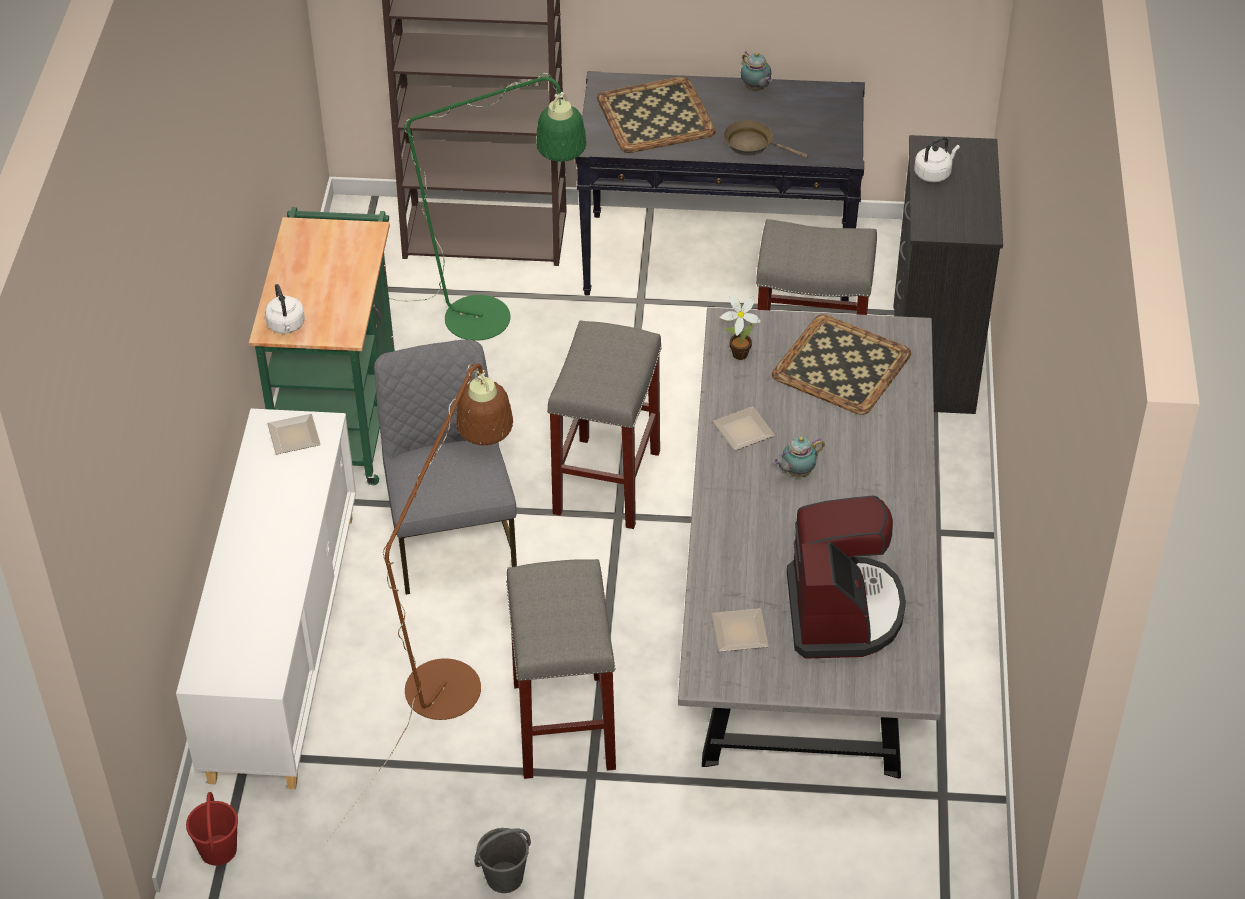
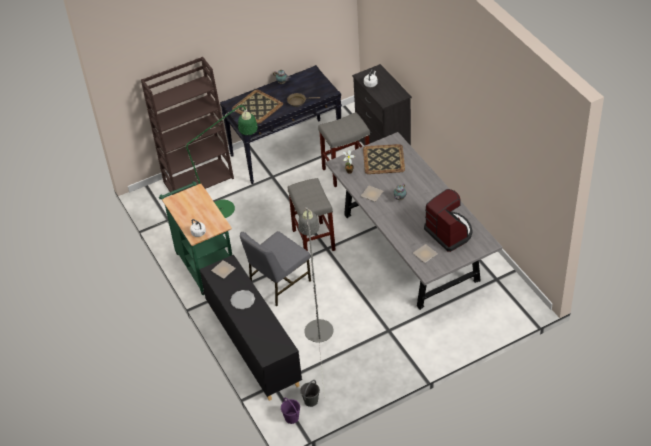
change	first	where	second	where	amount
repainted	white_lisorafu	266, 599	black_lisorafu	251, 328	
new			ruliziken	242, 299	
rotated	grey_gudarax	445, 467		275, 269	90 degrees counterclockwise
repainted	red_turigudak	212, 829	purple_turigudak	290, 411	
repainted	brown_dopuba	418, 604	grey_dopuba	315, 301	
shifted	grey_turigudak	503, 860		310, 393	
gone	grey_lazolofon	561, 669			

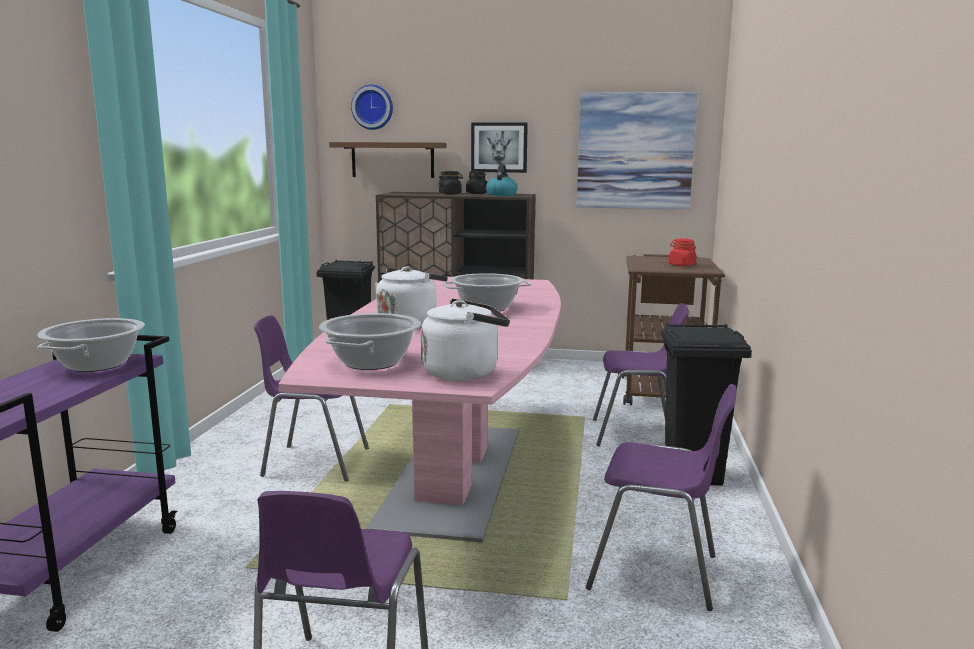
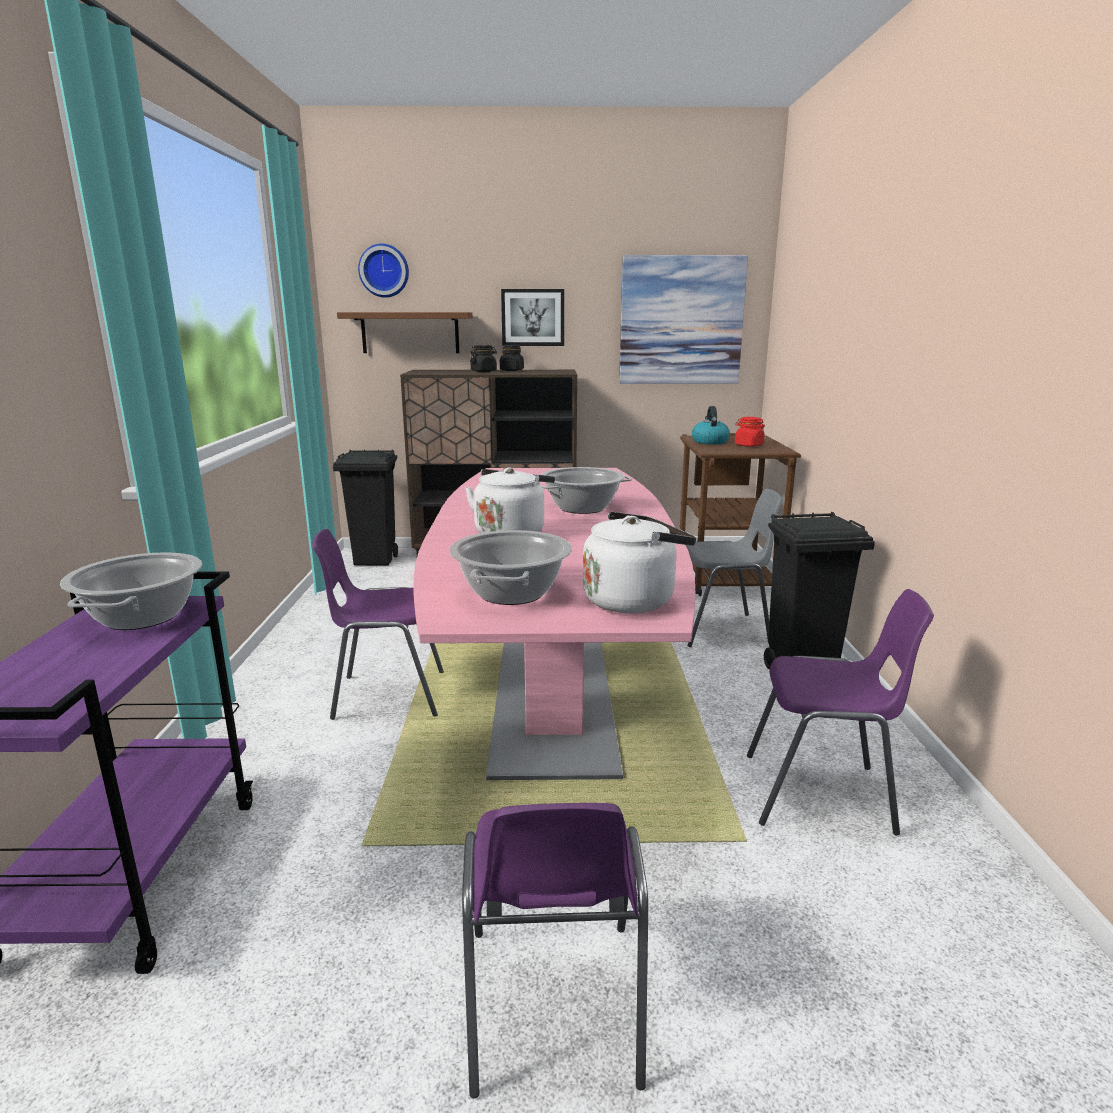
change	first	where	second	where	amount
repainted	purple_gudarax	641, 374	grey_gudarax	734, 568	
shifted	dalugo	502, 180		711, 425	

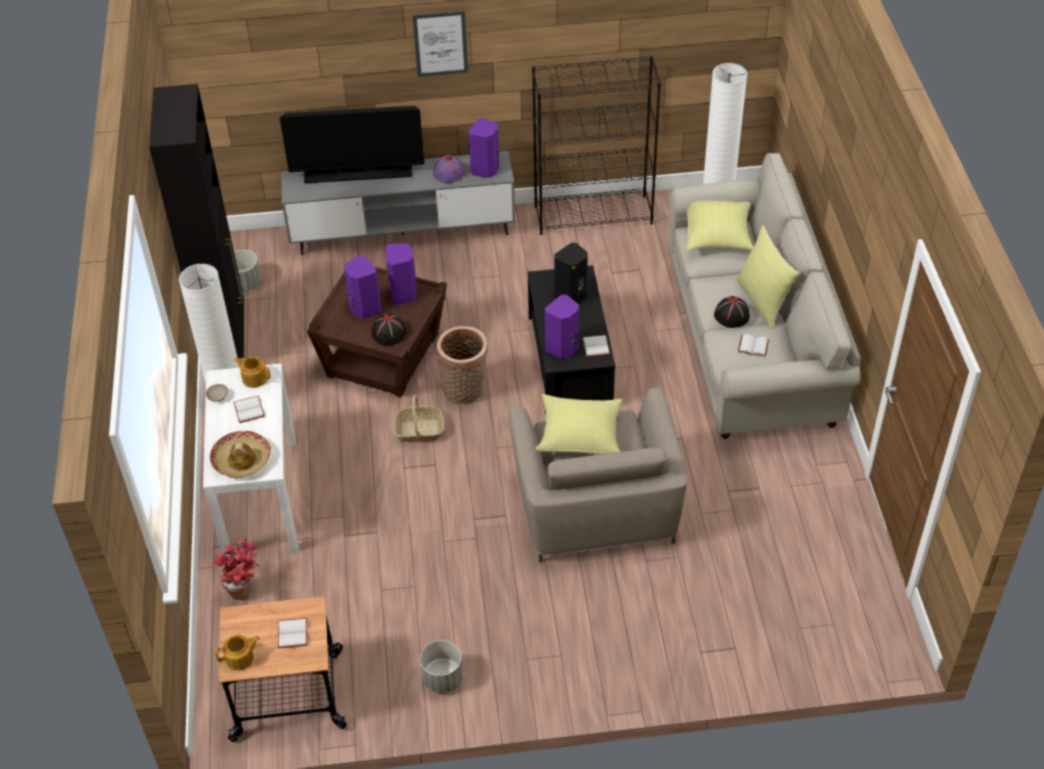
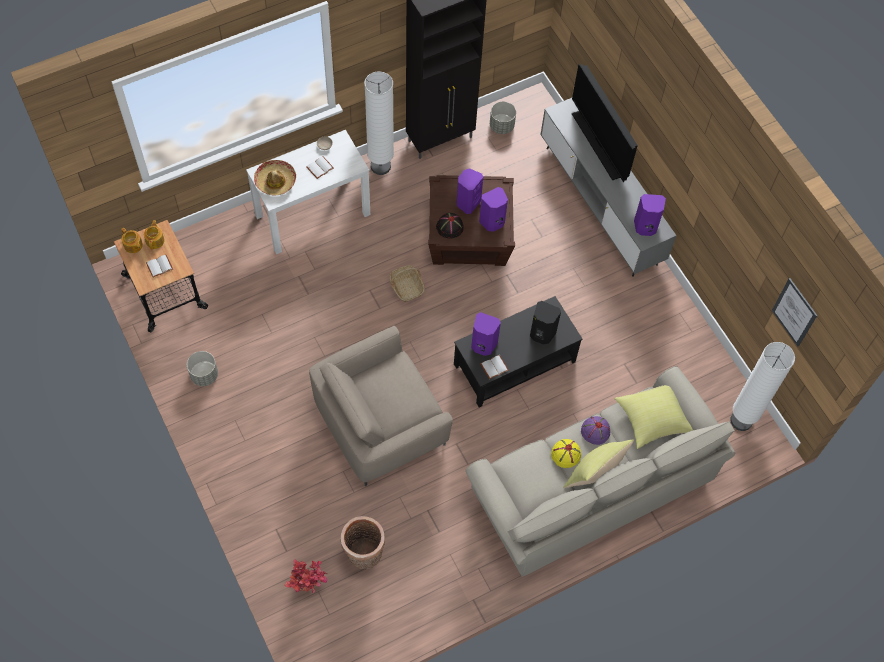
change	first	where	second	where	amount
shifted	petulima	252, 372		154, 235	
shifted	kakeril	235, 569		305, 576	
shifted	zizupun	462, 365		363, 542	
repainted	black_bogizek	732, 312	yellow_bogizek	566, 453	
shifted	purple_bogizek	449, 169		595, 430	
shifted	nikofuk	440, 43		794, 312	
gone	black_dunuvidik	596, 145			
gone	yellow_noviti	579, 424			
gone	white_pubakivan	753, 345			

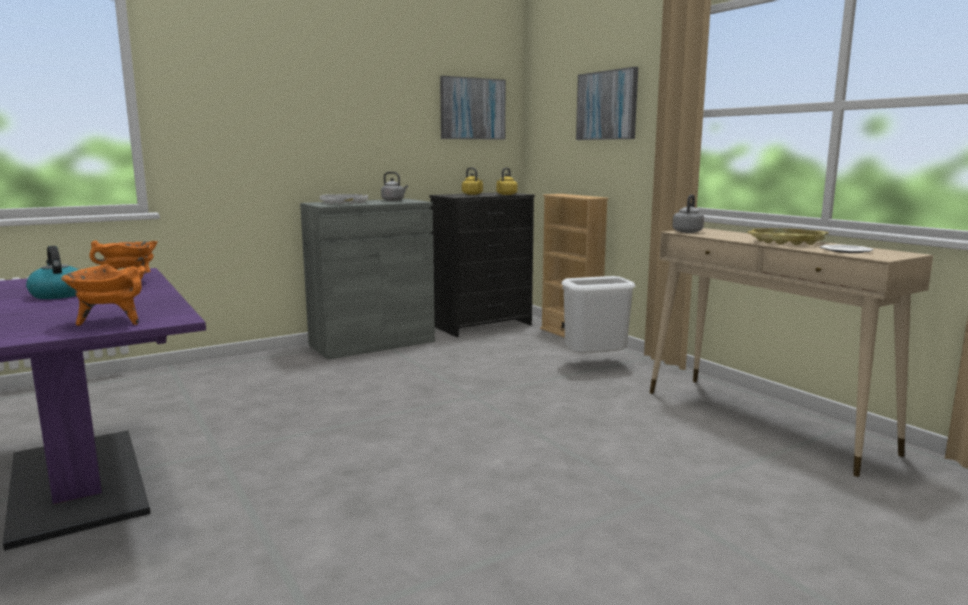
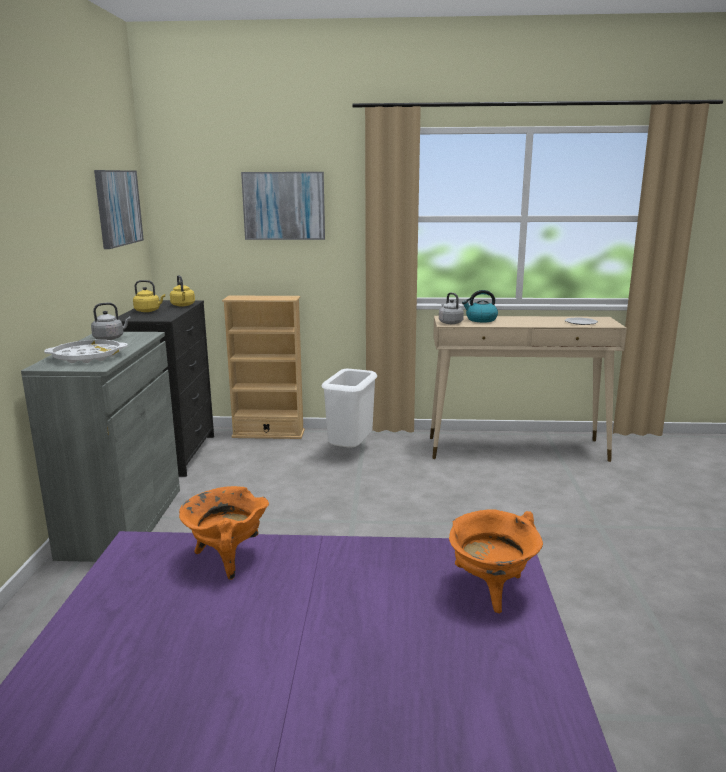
change	first	where	second	where	amount
shifted	dalugo	52, 272		480, 306	
gone	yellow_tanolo	788, 236			

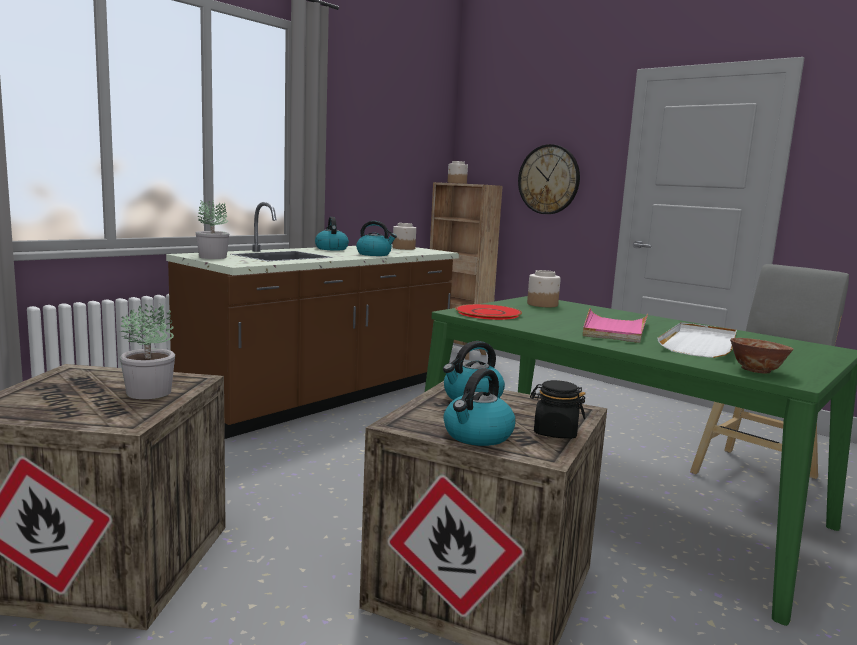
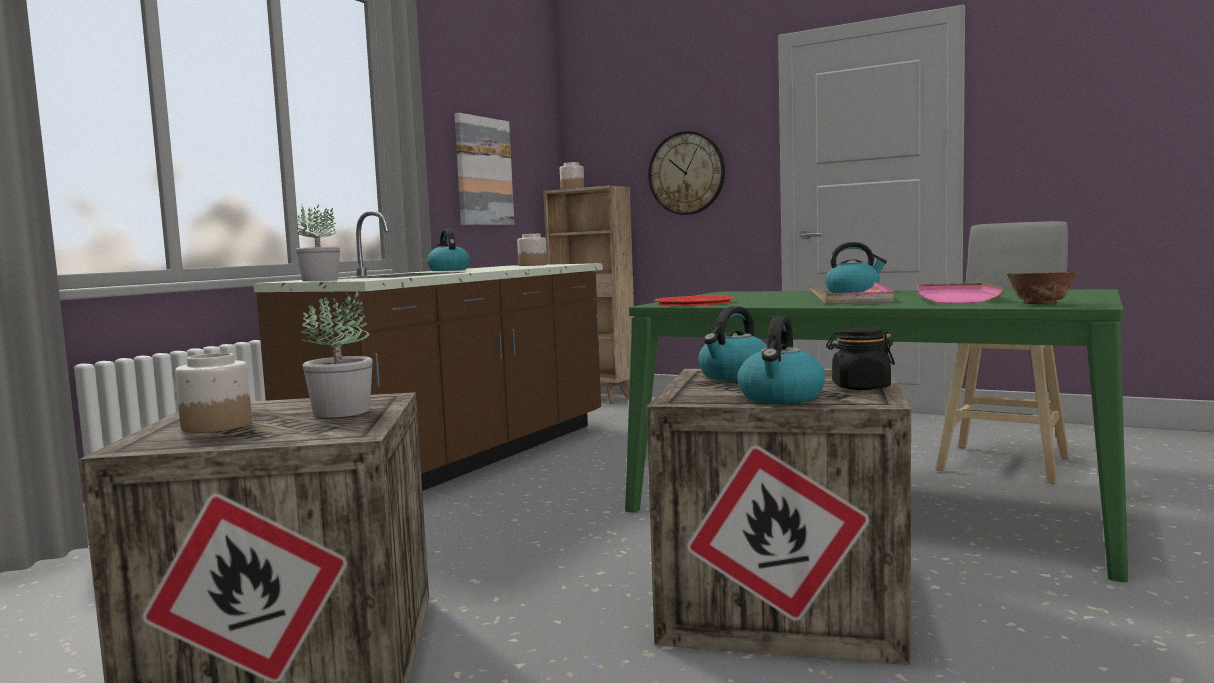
change	first	where	second	where	amount
shifted	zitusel	544, 288		213, 393	
new			nikofuk	484, 169	
shifted	dalugo	376, 238		856, 267	
repainted	white_tanolo	697, 340	pink_tanolo	961, 293	

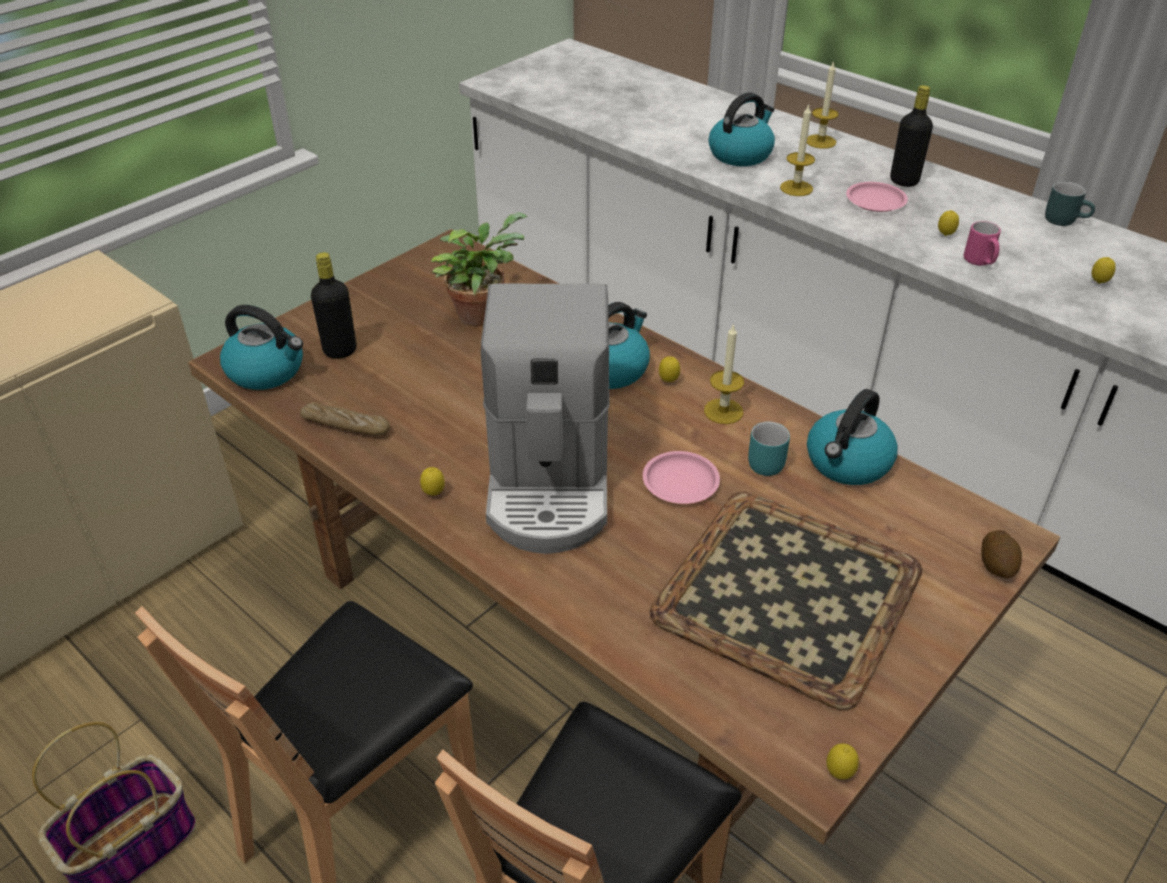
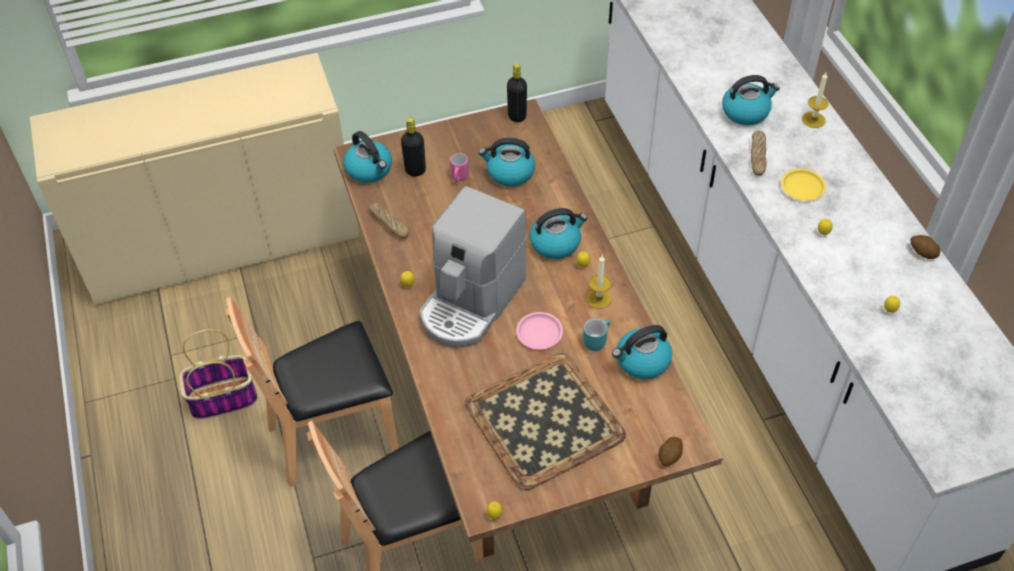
change	first	where	second	where	amount
shifted	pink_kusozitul	982, 243		459, 167	
swapped	kakeril	479, 269	dalugo	507, 162	
shifted	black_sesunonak	911, 136		517, 92	
swapped	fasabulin	797, 150	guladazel	759, 153	
repainted	pink_ruliziken	877, 197	yellow_ruliziken	803, 185	
swapped	turquoise_kusozitul	1070, 203	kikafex	925, 247	

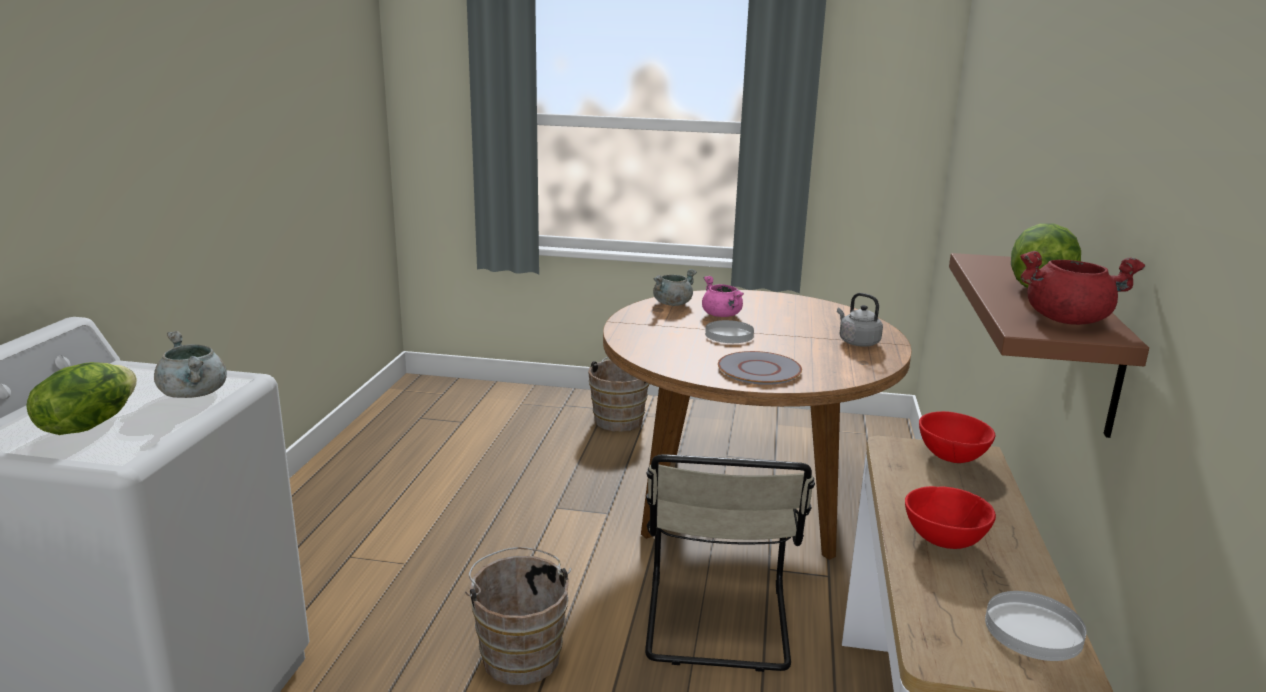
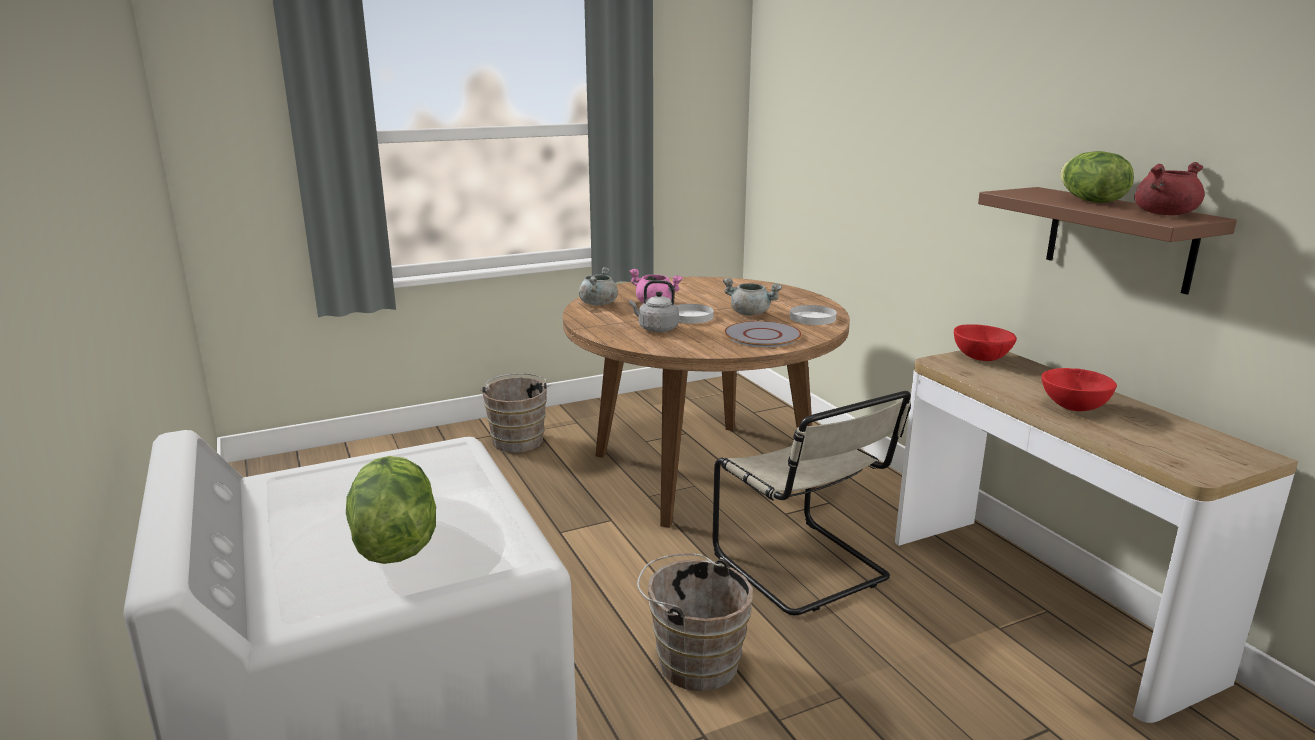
change	first	where	second	where	amount
shifted	grey_dalugo	860, 319		654, 306	
shifted	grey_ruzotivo	190, 364		752, 297	
shifted	white_ruliziken	1036, 626		813, 315	

